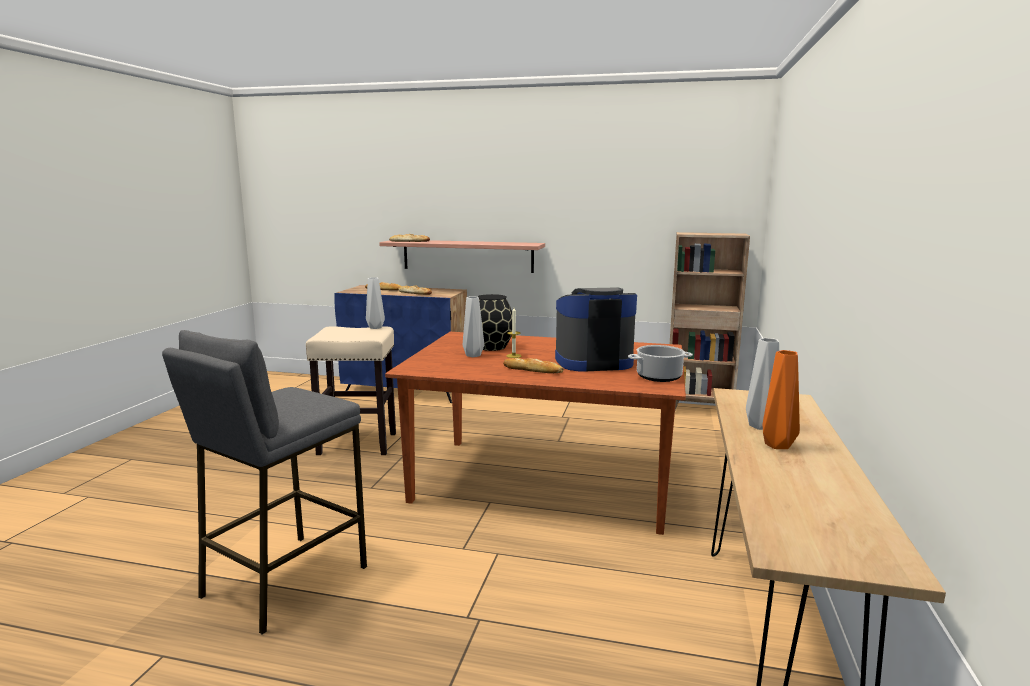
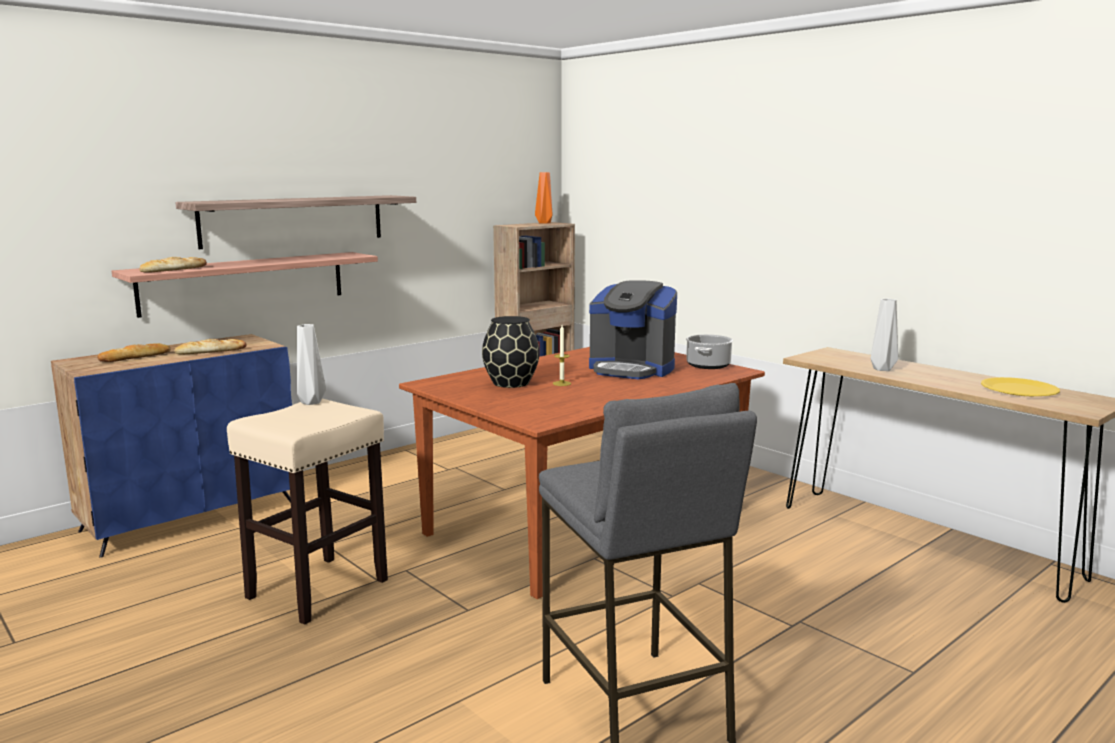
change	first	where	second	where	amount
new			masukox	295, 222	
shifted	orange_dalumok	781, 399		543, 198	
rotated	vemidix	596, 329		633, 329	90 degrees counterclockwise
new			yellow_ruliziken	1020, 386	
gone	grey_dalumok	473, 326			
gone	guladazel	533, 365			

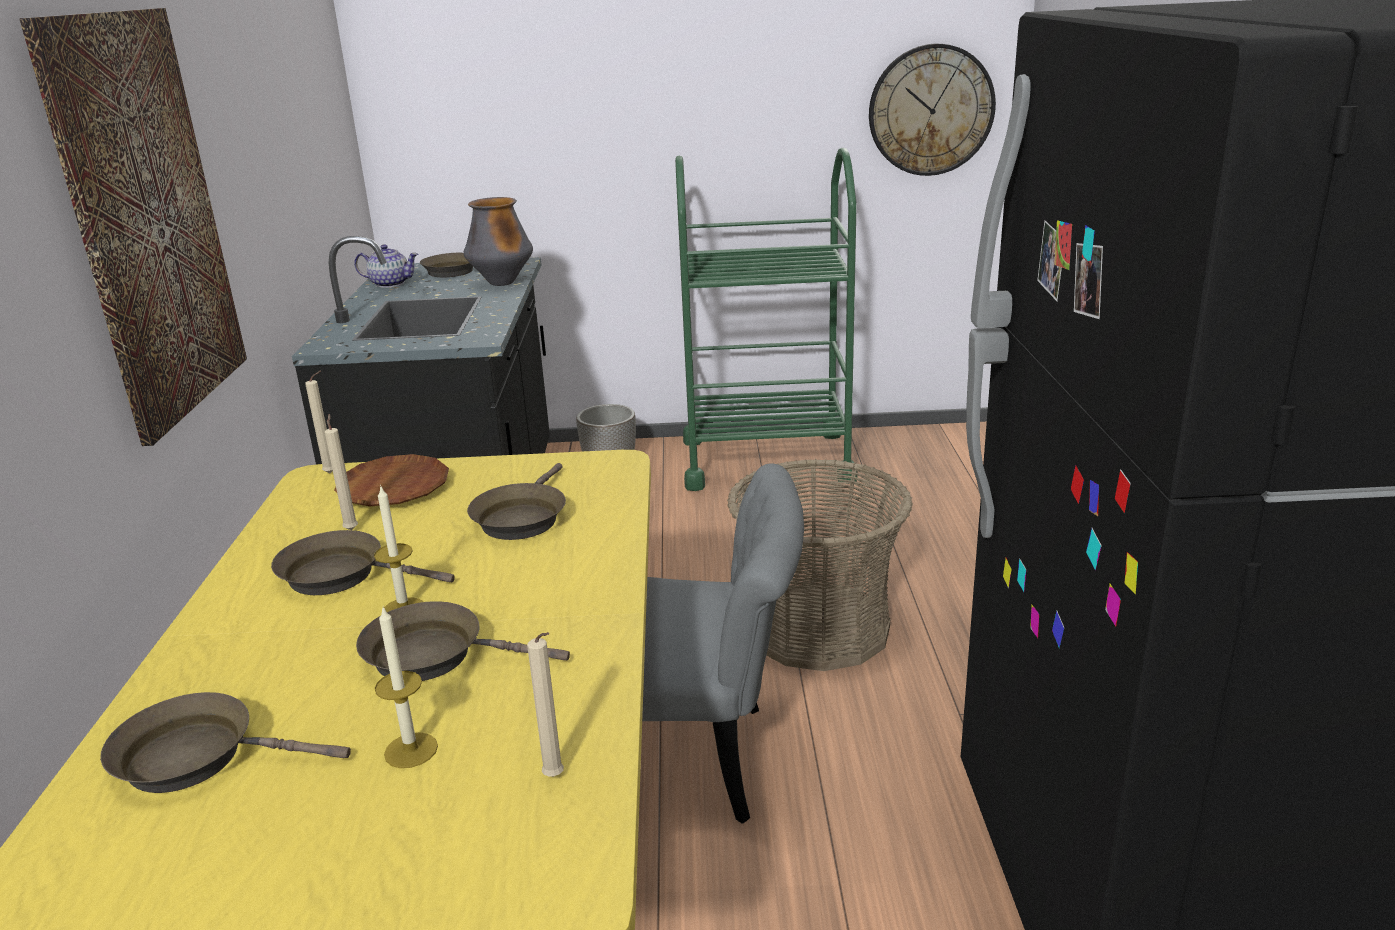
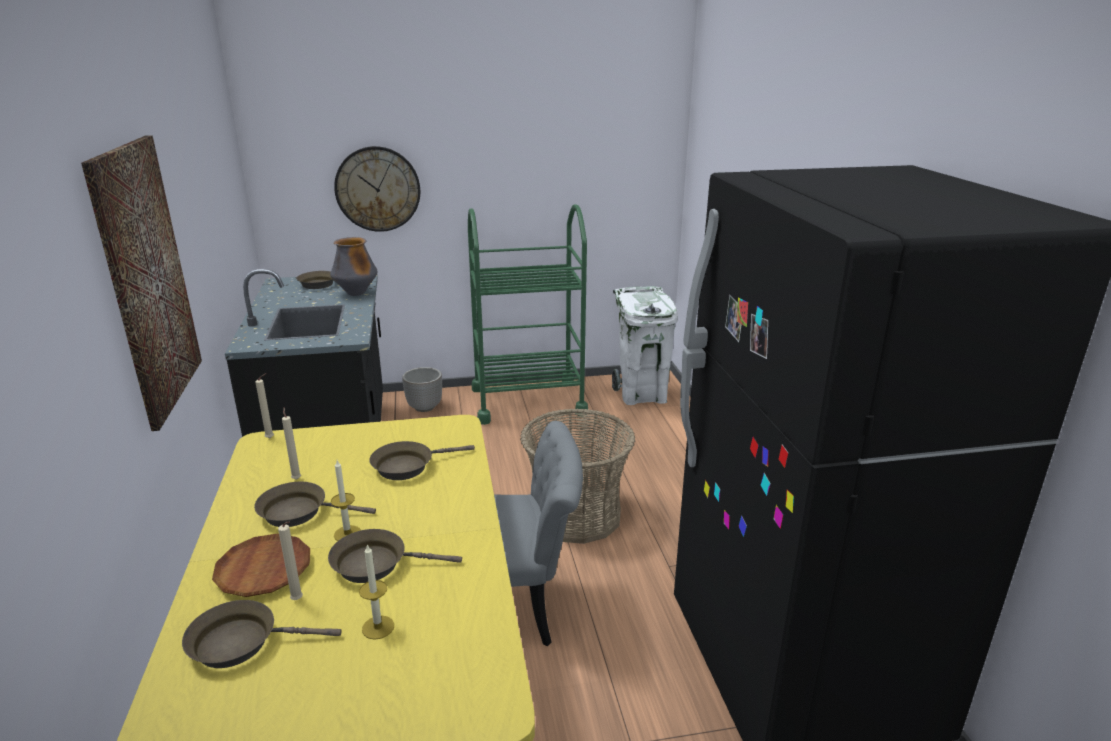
change	first	where	second	where	amount
shifted	brown_ruliziken	391, 480		261, 565	
shifted	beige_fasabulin	545, 704		290, 561	
shifted	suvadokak	932, 110		377, 189	
rotated	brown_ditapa	516, 501		422, 460	60 degrees clockwise
new			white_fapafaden	645, 345	
gone	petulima	386, 266			

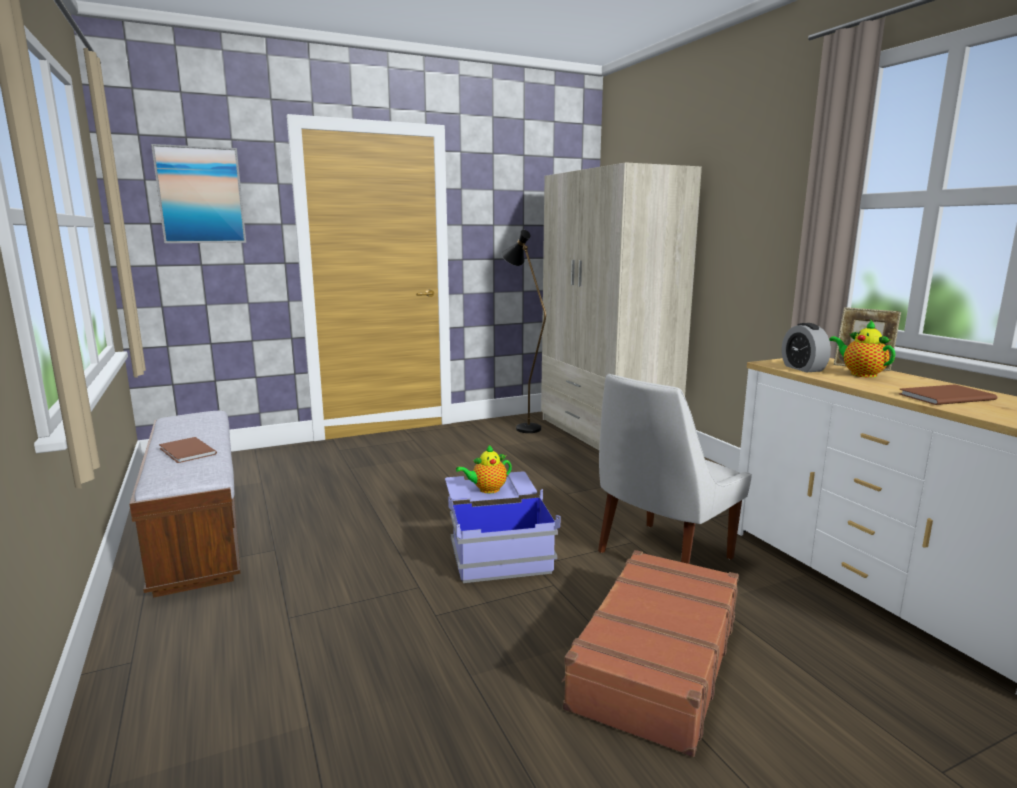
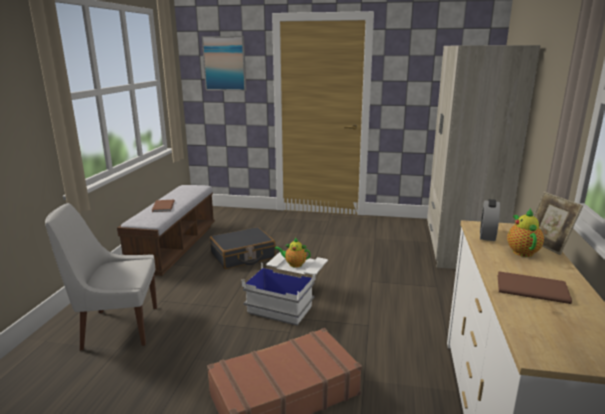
change	first	where	second	where	amount
shifted	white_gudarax	675, 469		101, 277	
new			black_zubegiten	243, 248	
repainted	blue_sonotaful	503, 527	white_sonotaful	285, 289	
gone	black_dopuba	523, 331			

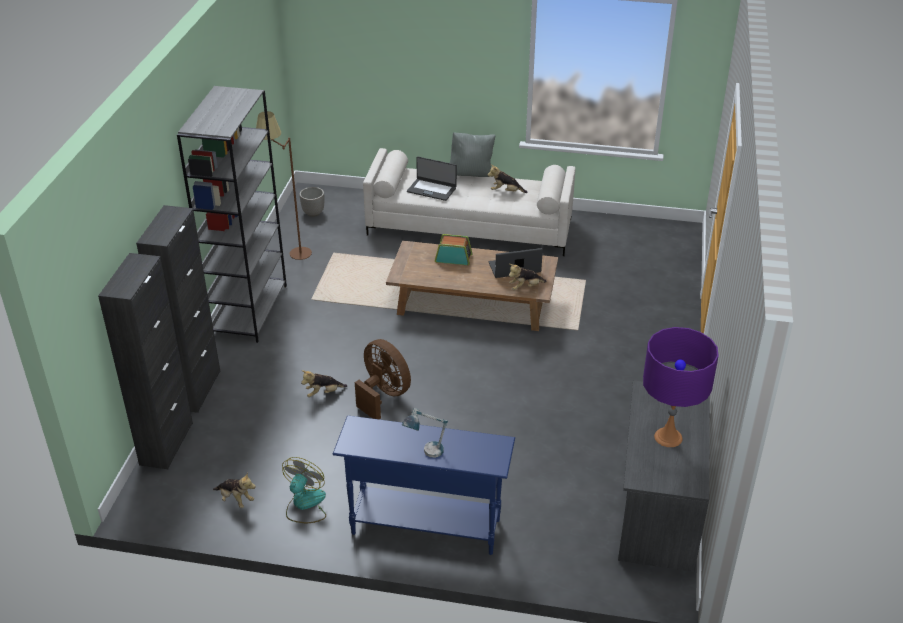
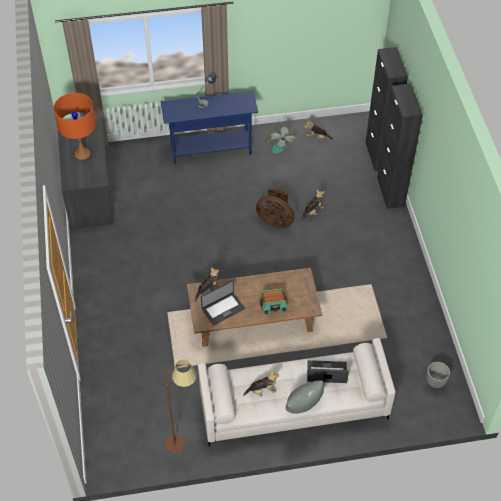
change	first	where	second	where	amount
repainted	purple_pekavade	681, 387	orange_pekavade	74, 126	
shifted	brown_dopuba	284, 185		180, 406	
gone	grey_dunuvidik	232, 214			

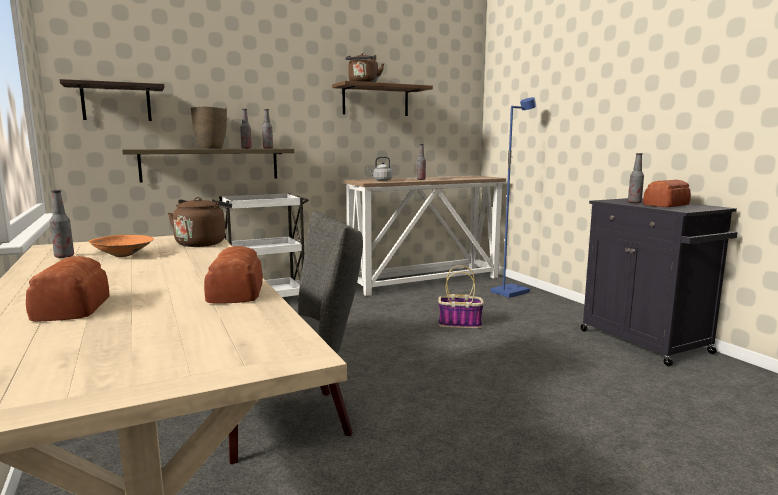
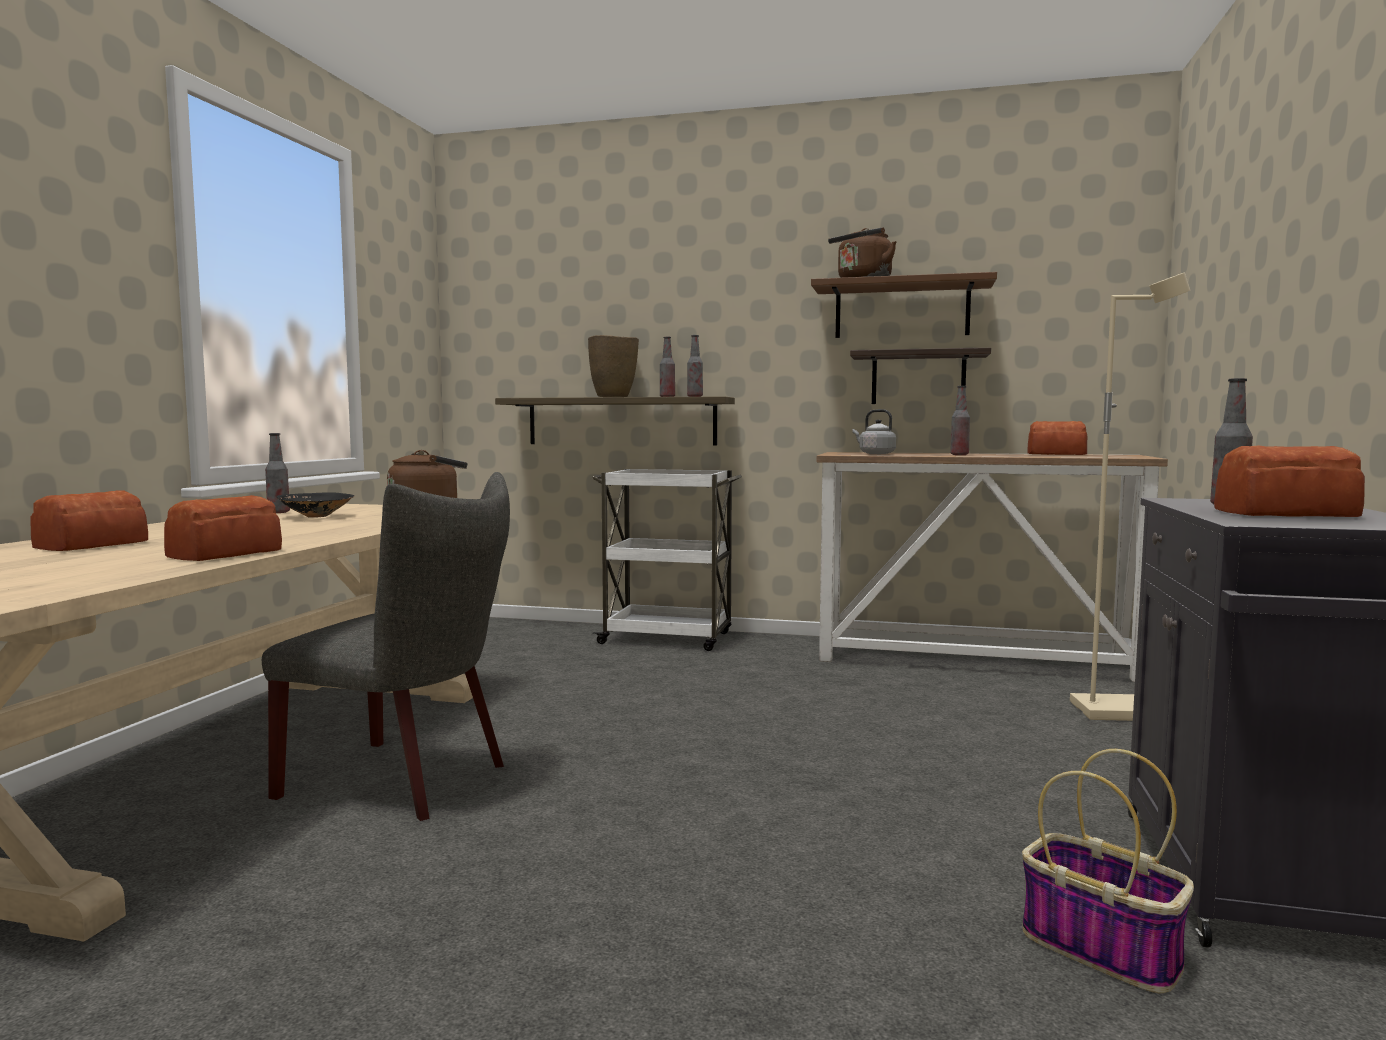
change	first	where	second	where	amount
repainted	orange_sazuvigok	121, 246	black_sazuvigok	315, 505	
shifted	masukox	112, 100		920, 376	
shifted	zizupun	461, 296		1108, 871	
new			guladazel	1057, 438	
repainted	blue_dopuba	513, 197	beige_dopuba	1130, 496	

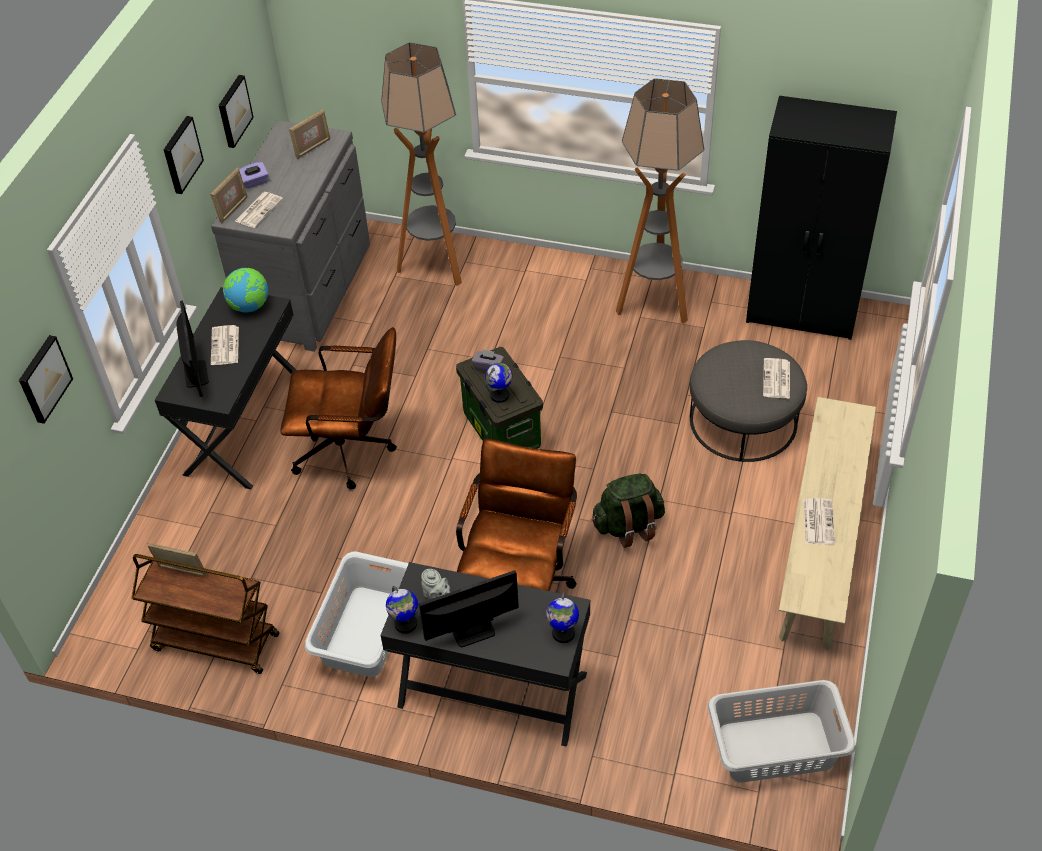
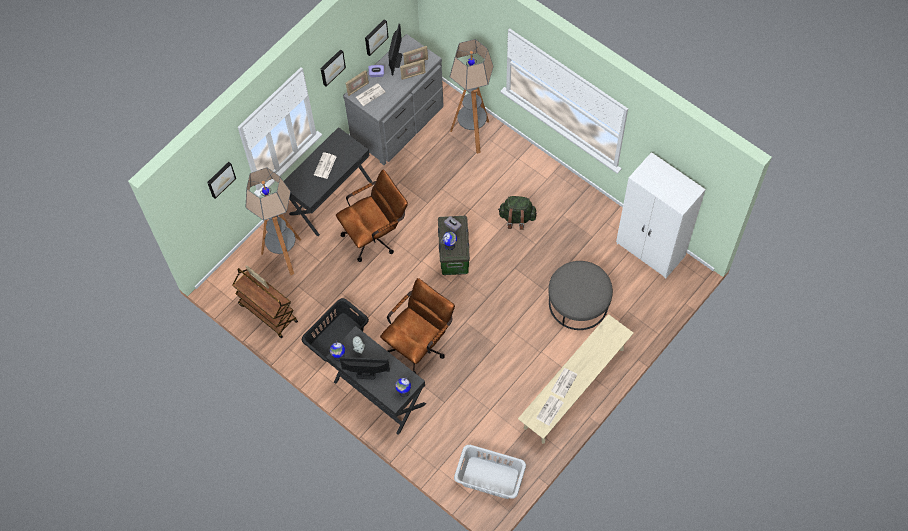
change	first	where	second	where	amount
shifted	dopuba	660, 201		273, 221	
repainted	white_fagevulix	356, 614	black_fagevulix	335, 330	
rotated	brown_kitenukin	339, 408		372, 215	60 degrees counterclockwise
shifted	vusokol	192, 349		395, 49	
new			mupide	413, 70	
shifted	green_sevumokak	628, 511		517, 213	
shifted	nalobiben	776, 378		549, 410	
repainted	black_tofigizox	821, 218	white_tofigizox	661, 215	
gone	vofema	245, 290			

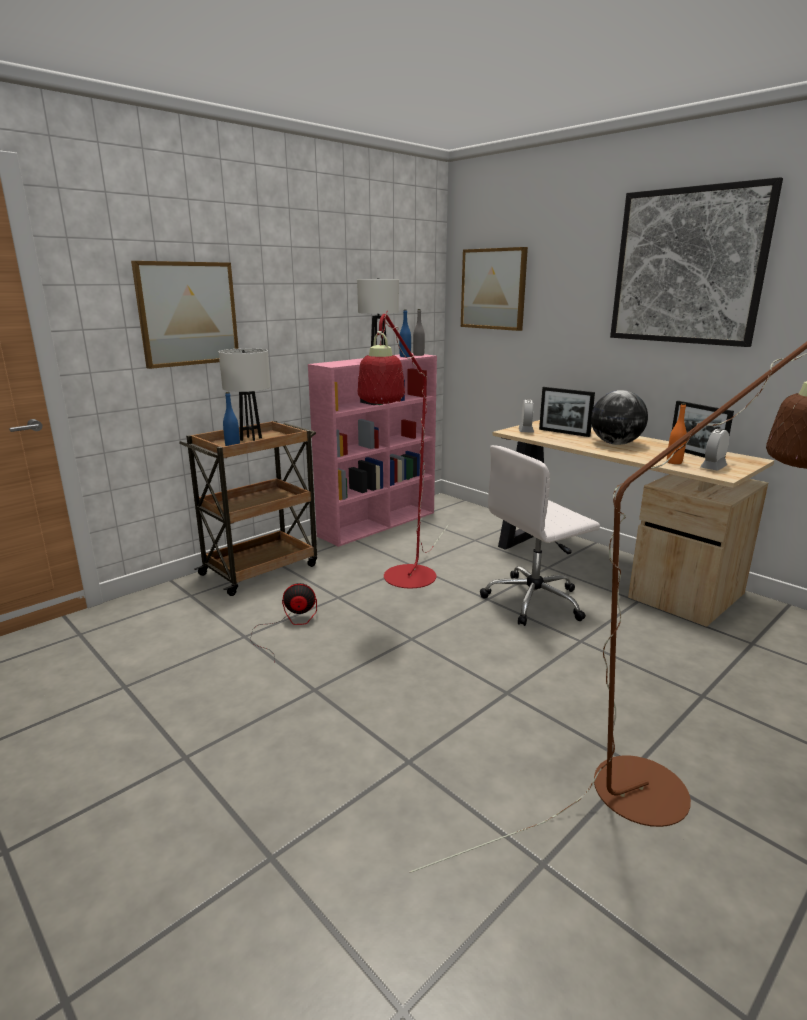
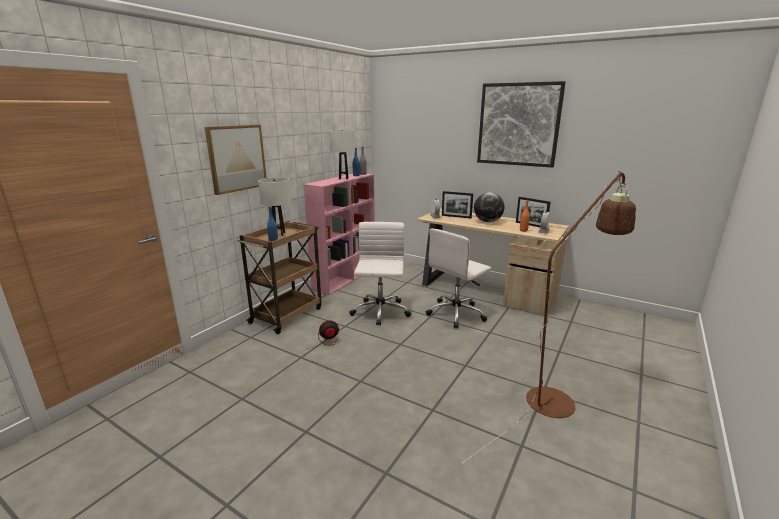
change	first	where	second	where	amount
swapped	red_dopuba	403, 449	white_kitenukin	380, 273	
gone	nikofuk	494, 289			

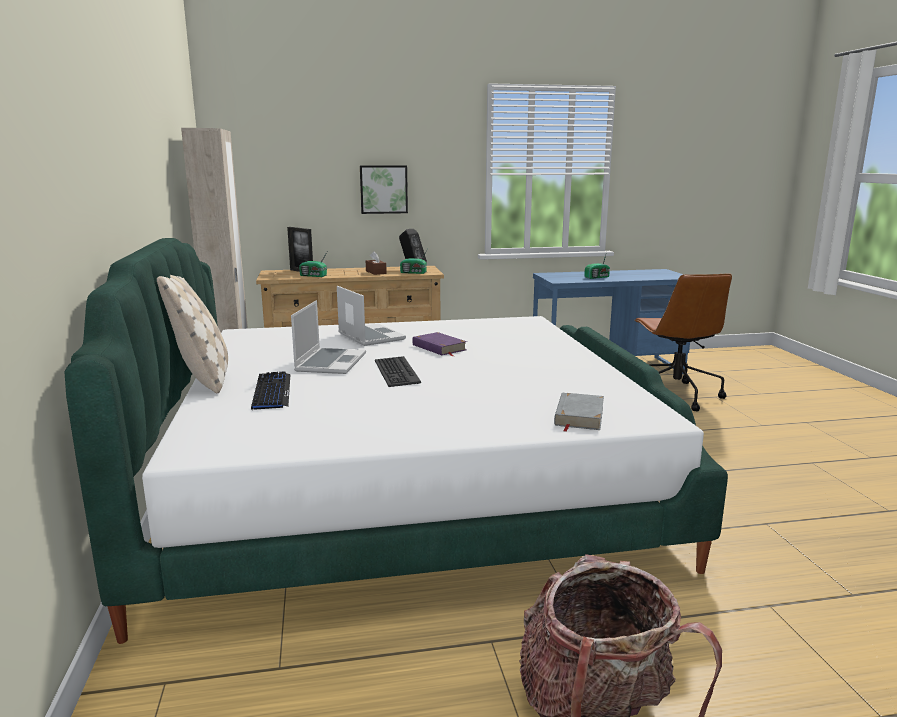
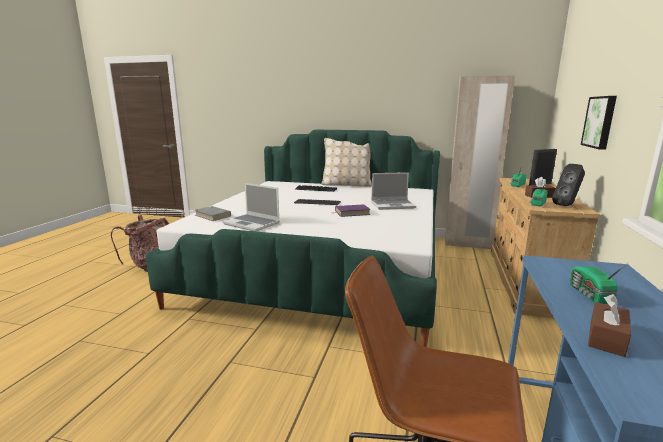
change	first	where	second	where	amount
shifted	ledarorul	328, 337		251, 207	
new			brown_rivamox	609, 325	

